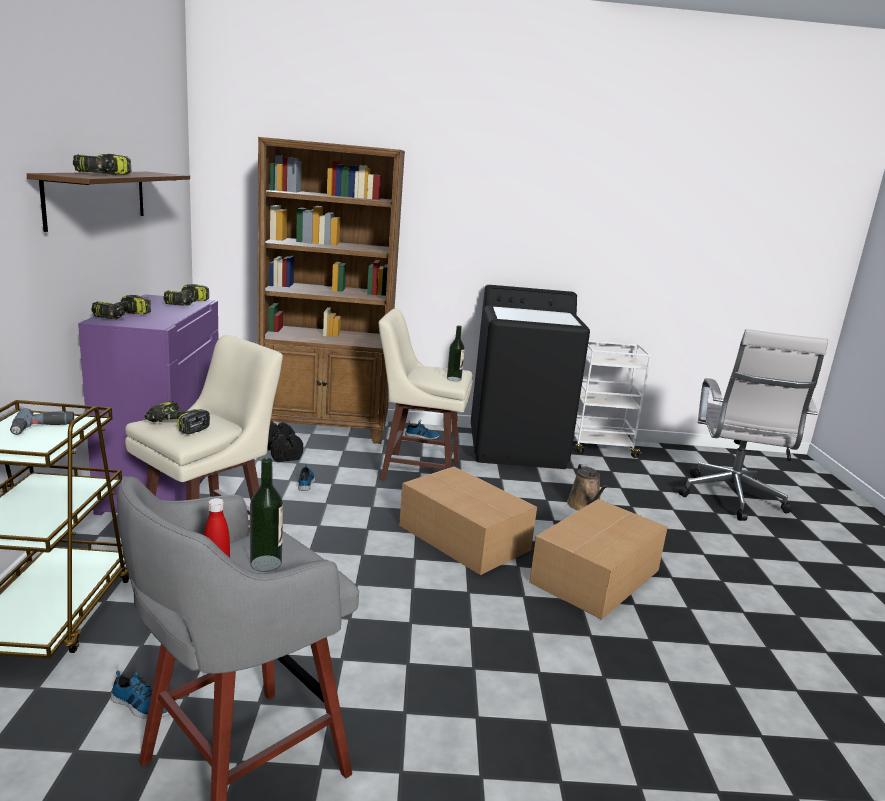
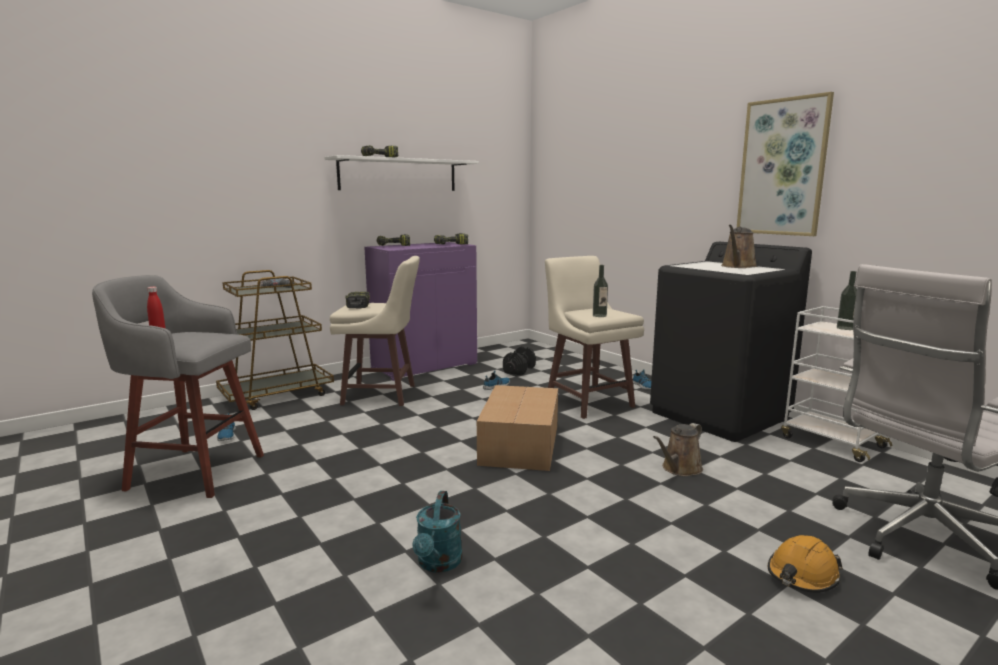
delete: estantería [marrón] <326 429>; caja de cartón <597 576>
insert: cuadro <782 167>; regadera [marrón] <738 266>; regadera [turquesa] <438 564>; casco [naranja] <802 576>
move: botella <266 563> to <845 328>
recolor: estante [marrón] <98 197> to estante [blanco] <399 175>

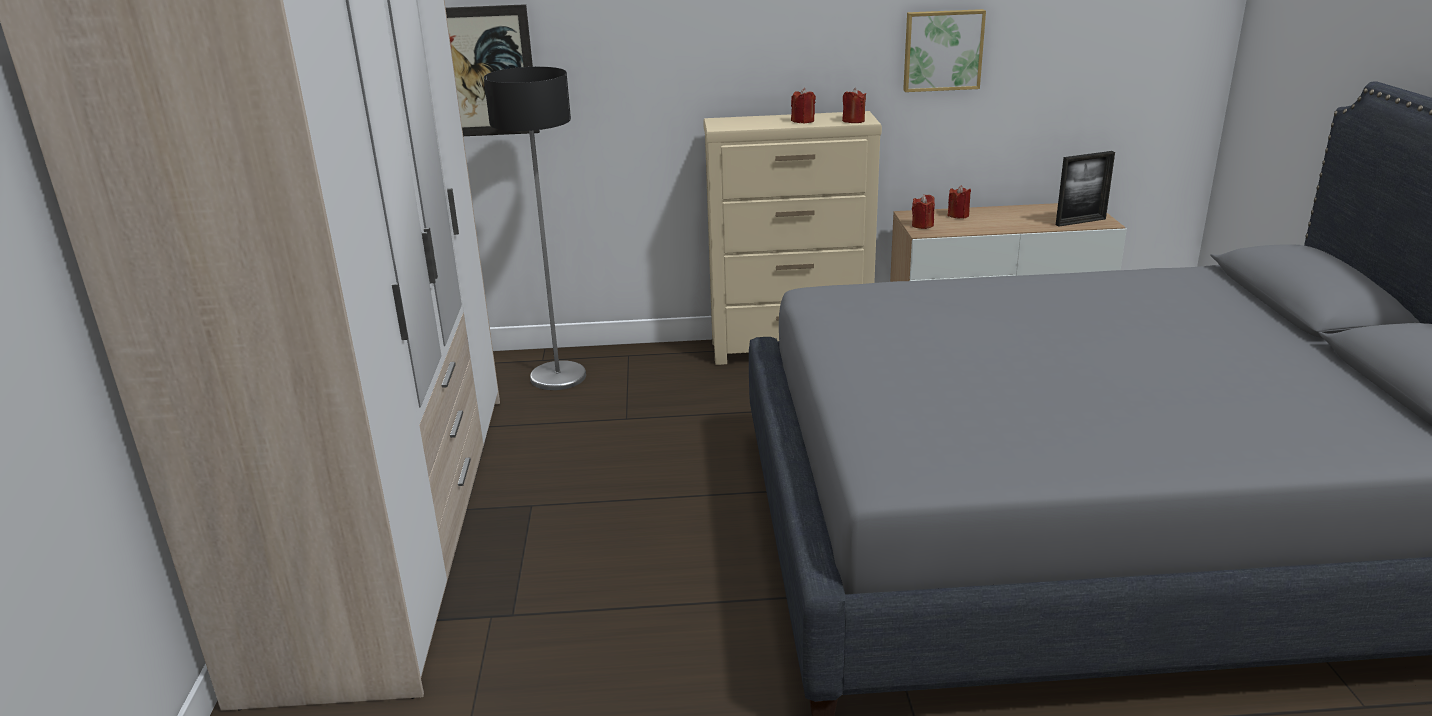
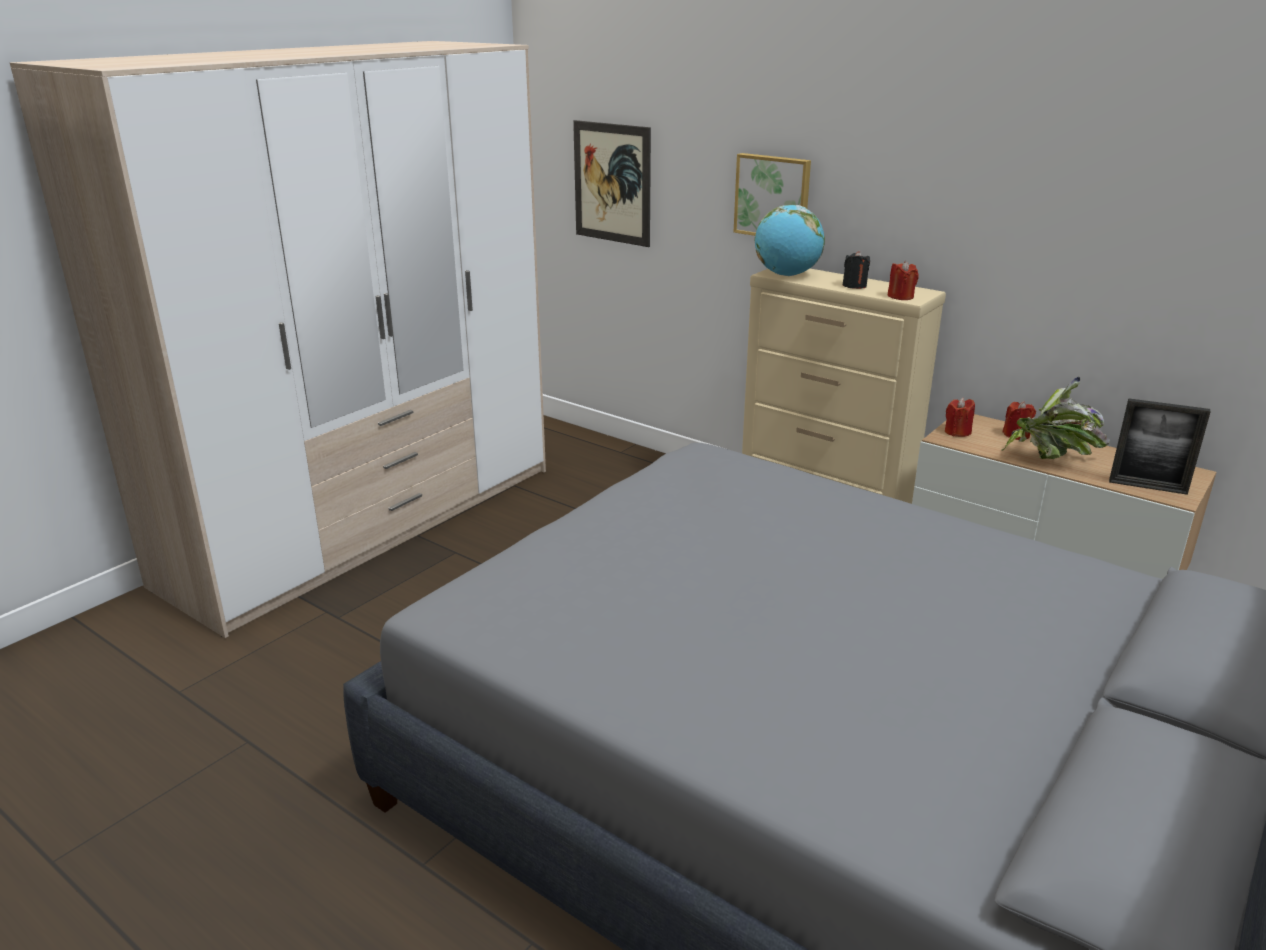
delete: lámpara de pie <557 377>
insert: globo terráqueo <787 275>; planta en maceta <1050 460>
move: cuadro <942 50> to <773 196>
recolor: vela [rojo] <803 121> to vela [negro] <854 286>

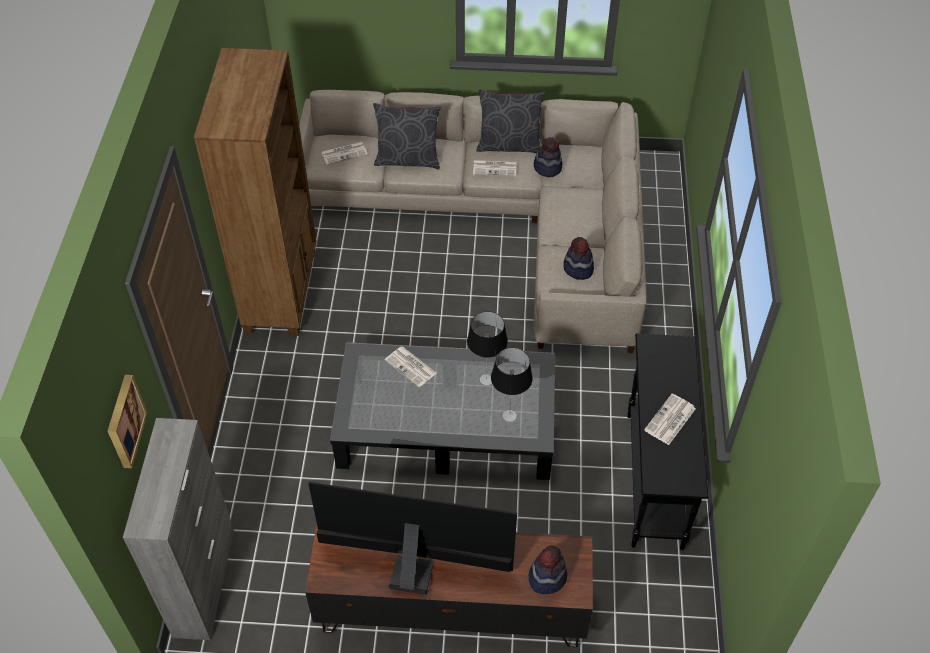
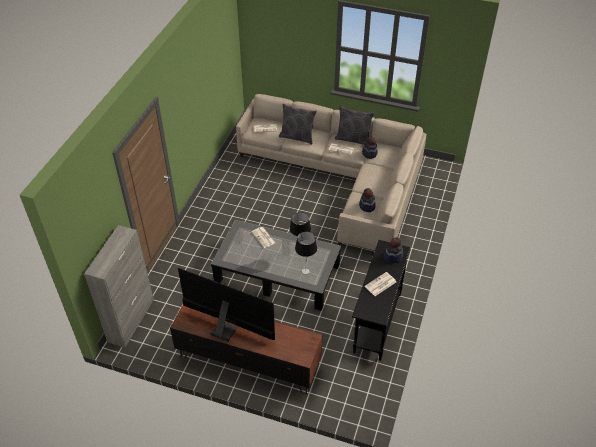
delete: estantería [marrón] <282 290>; cuadro <124 421>
move: sombrero <547 577> to <393 256>

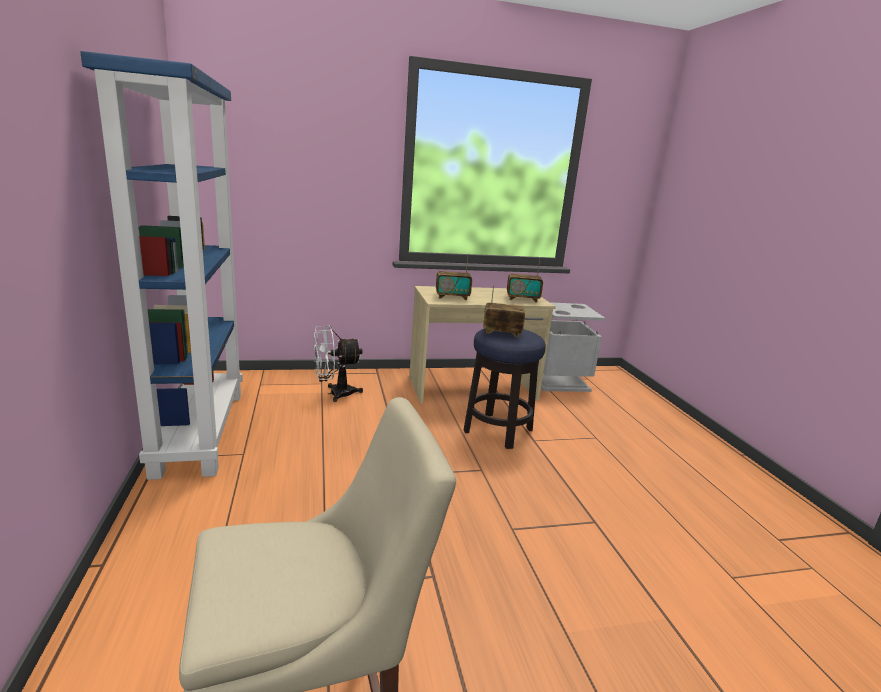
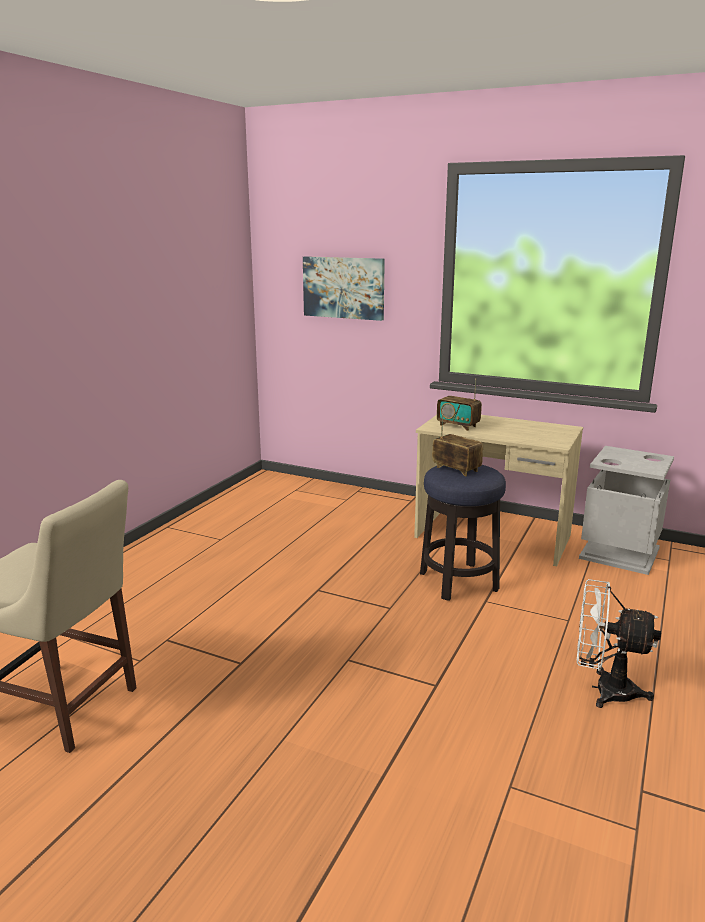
delete: estantería [azul] <199 430>; radio <522 299>
insert: cuadro <343 287>
move: ventilador [blanco] <335 393> to <604 689>

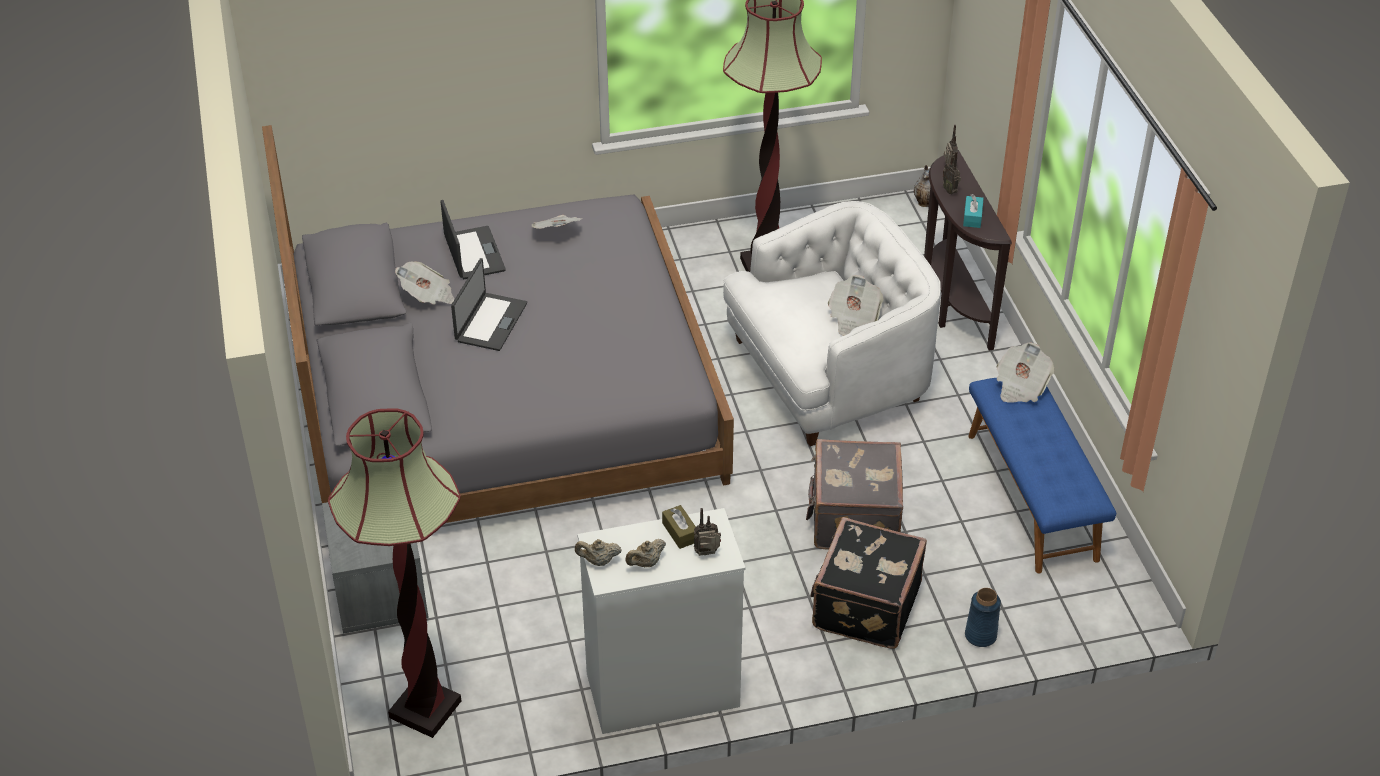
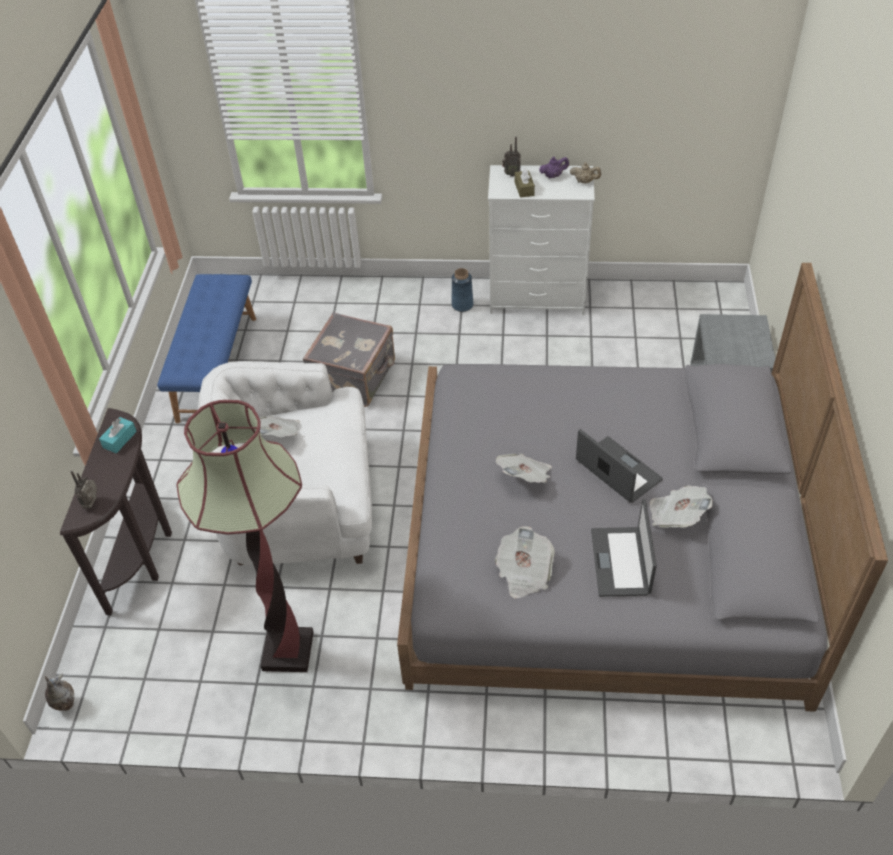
delete: radio <950 191>; lámpara de pie <425 709>; maleta [negro] <864 606>
move: periódico <1020 386> to <525 477>; florero [azul] <980 636> to <462 305>
recolor: tetera [beis] <646 563> to tetera [morado] <553 176>
rotate: portátil <490 322> = <617 471> 105 degrees clockwise

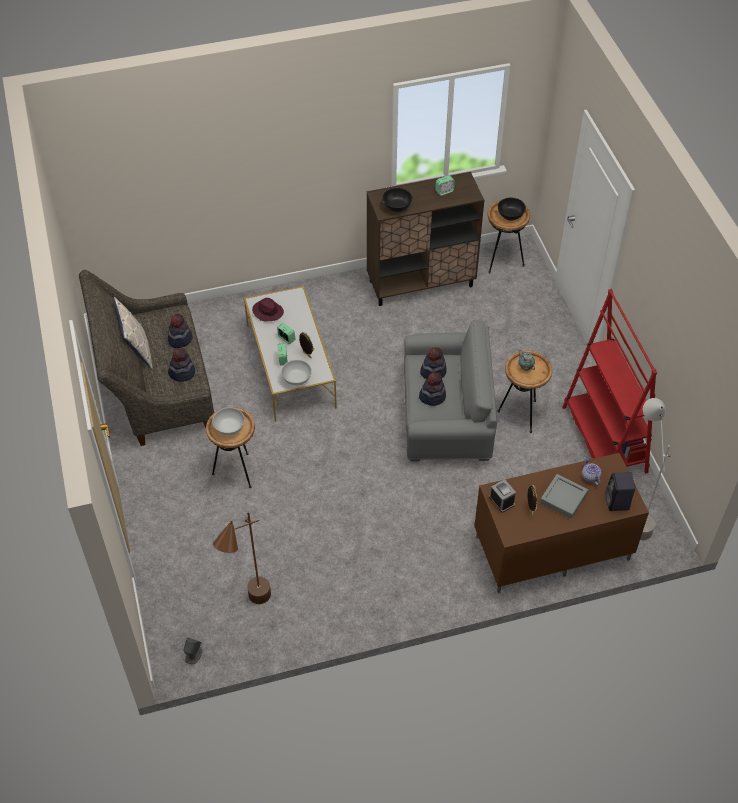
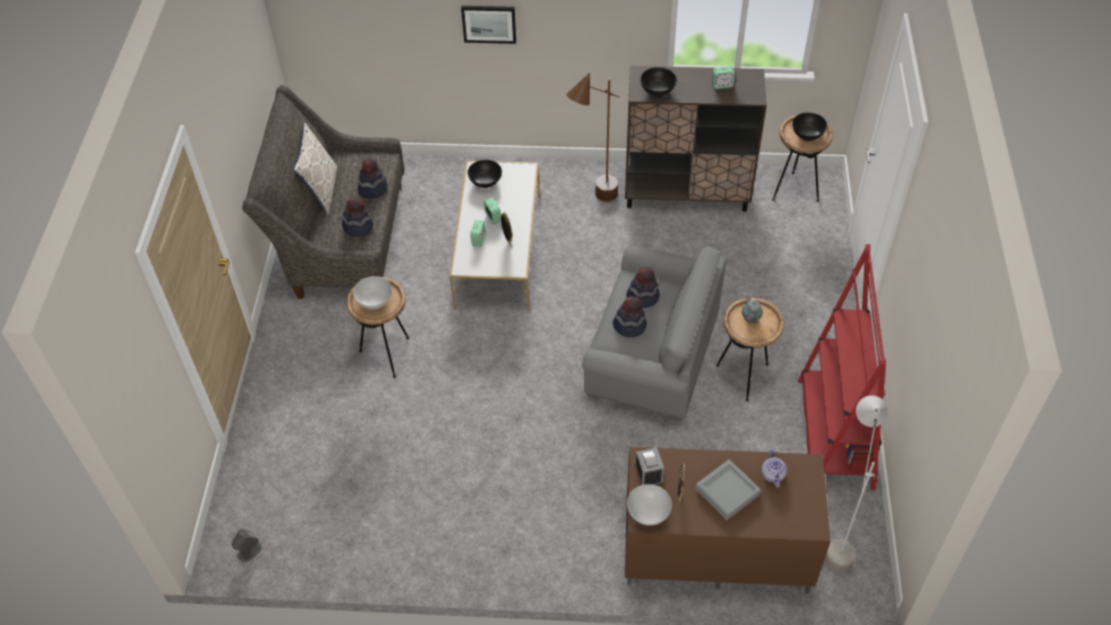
delete: altavoz [negro] <617 502>
insert: cuadro <489 23>
move: cuenco [blanco] <297 379> to <648 513>; lámpara de pie [marrón] <250 609> to <593 203>
replace: sombrero [morado] <267 312> to cuenco [negro] <485 182>

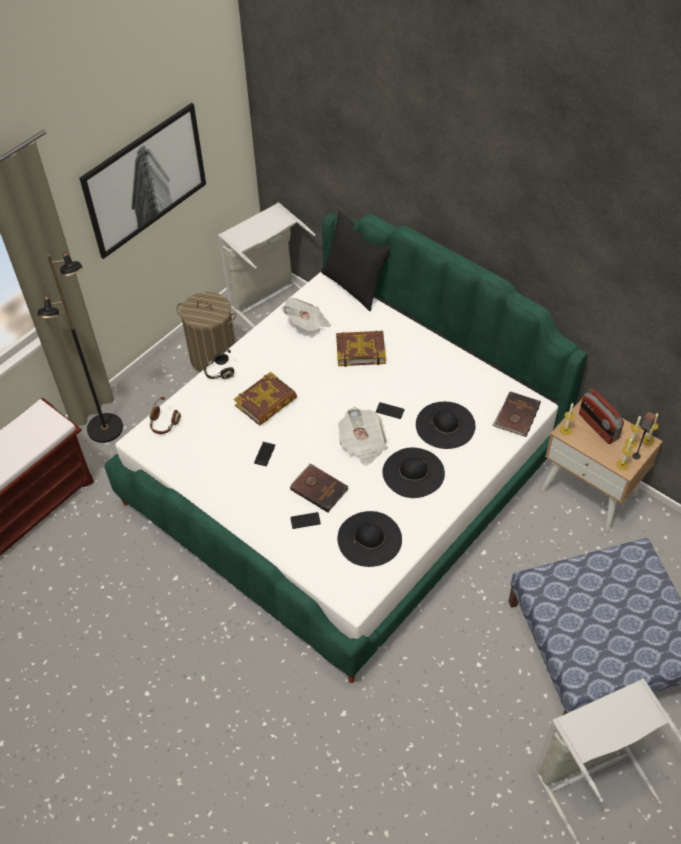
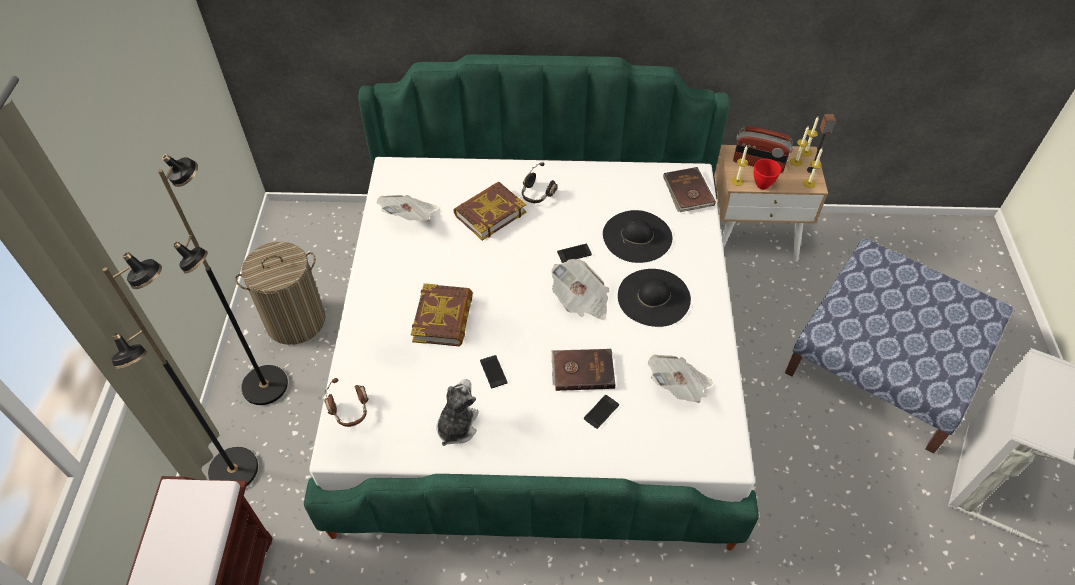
delete: cuadro <145 180>; cesto de la ropa [gris] <268 300>; cojín [negro] <355 285>
insert: lámpara de pie [negro] <266 385>; cuenco [rojo] <762 186>; peluche <457 426>
move: auriculares [negro] <219 372> to <537 194>
replace: sombrero [negro] <369 538> to periódico <679 387>

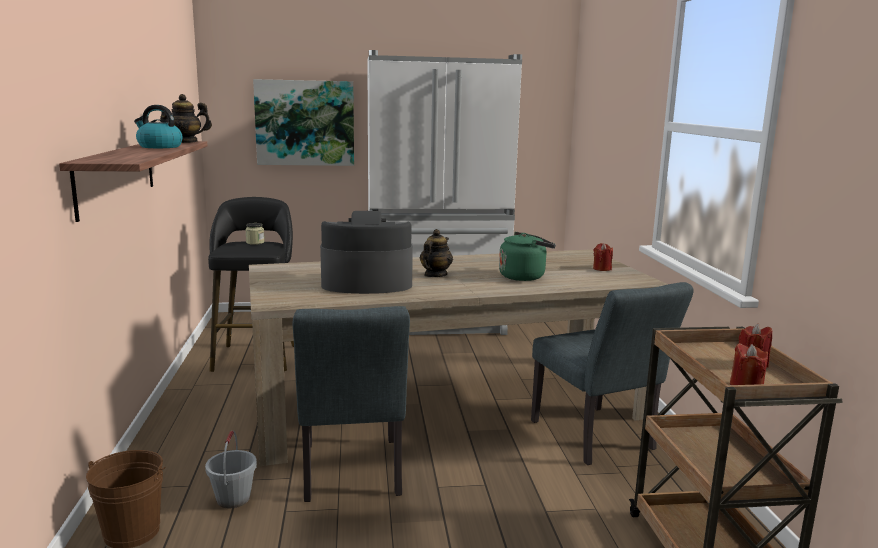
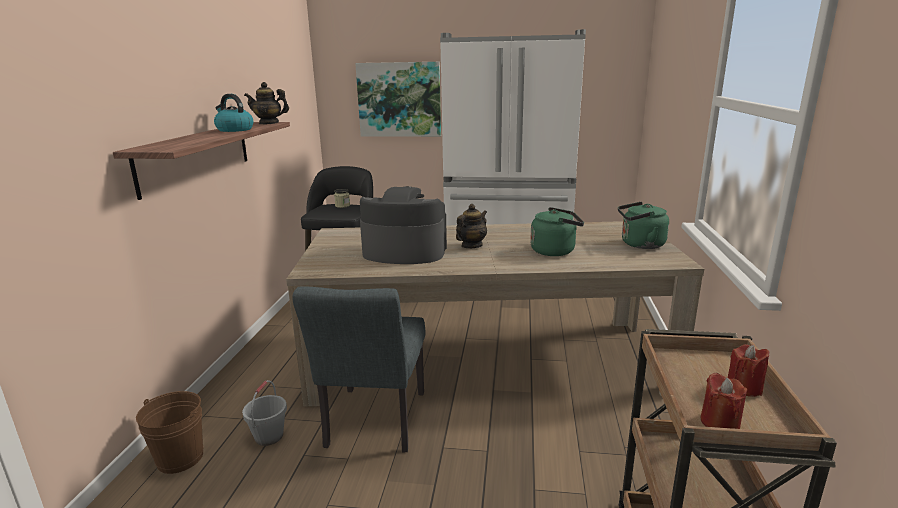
delete: silla [gris] <598 439>
replace: vela [rojo] <602 269> to hervidor [verde] <640 244>

